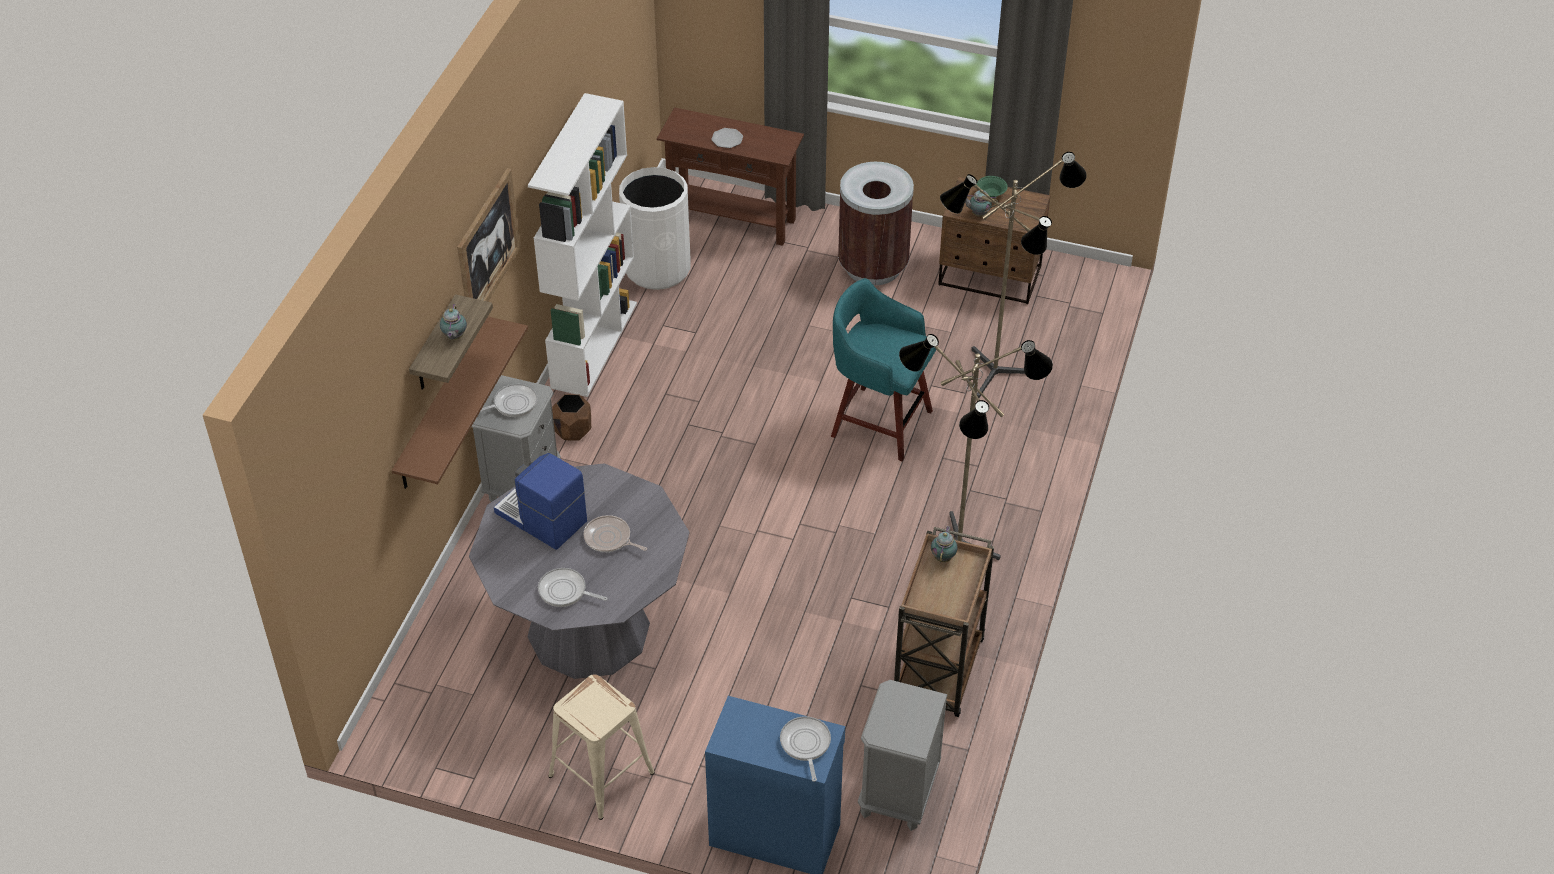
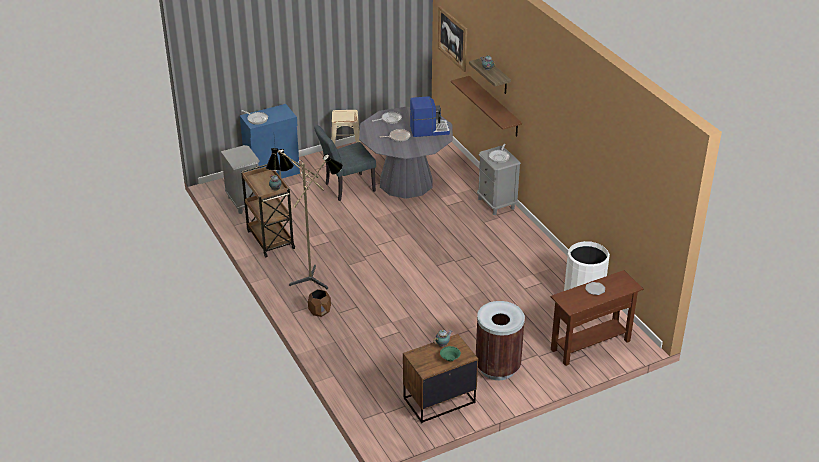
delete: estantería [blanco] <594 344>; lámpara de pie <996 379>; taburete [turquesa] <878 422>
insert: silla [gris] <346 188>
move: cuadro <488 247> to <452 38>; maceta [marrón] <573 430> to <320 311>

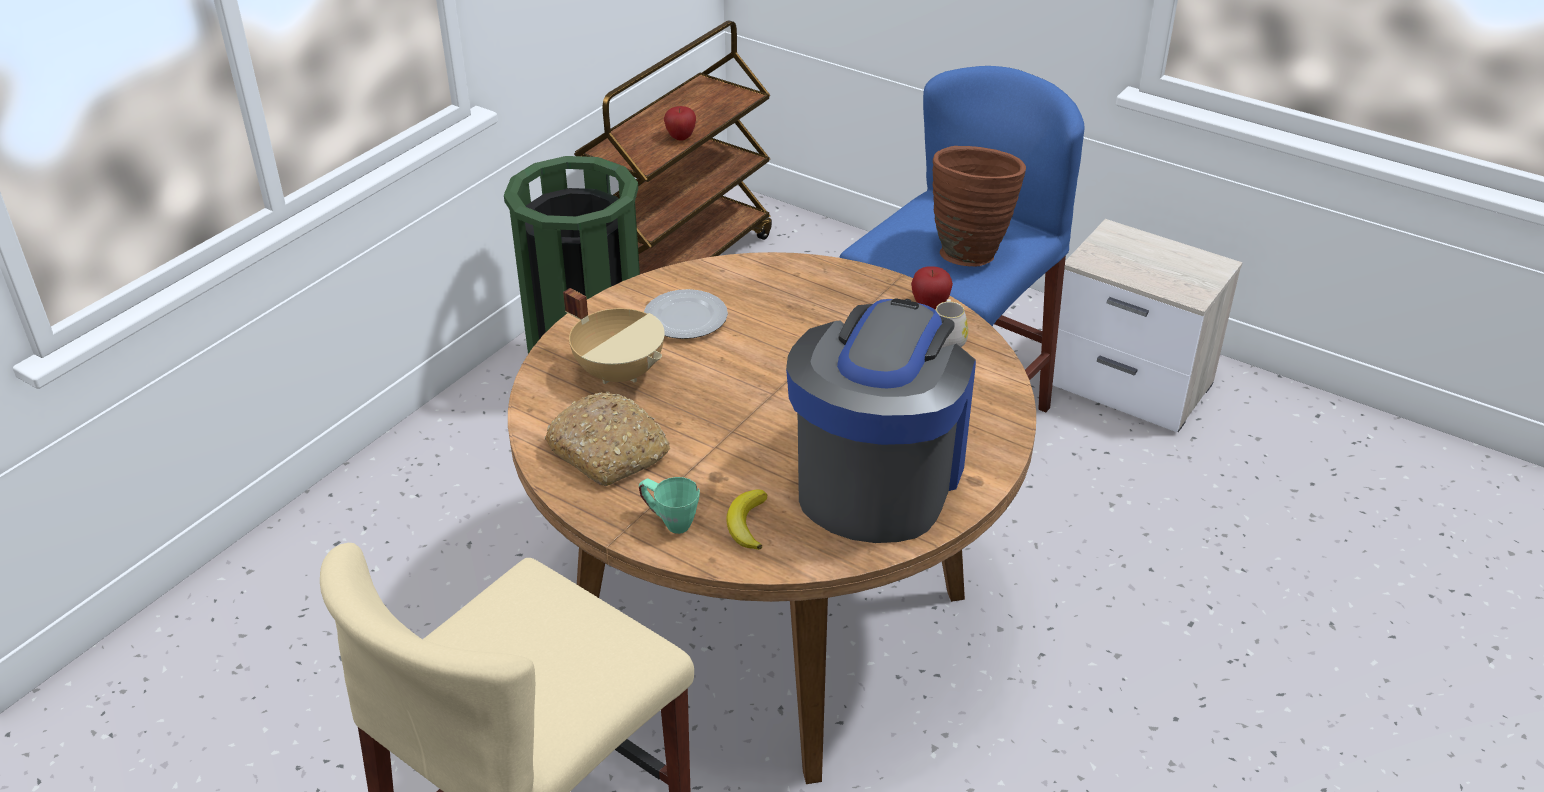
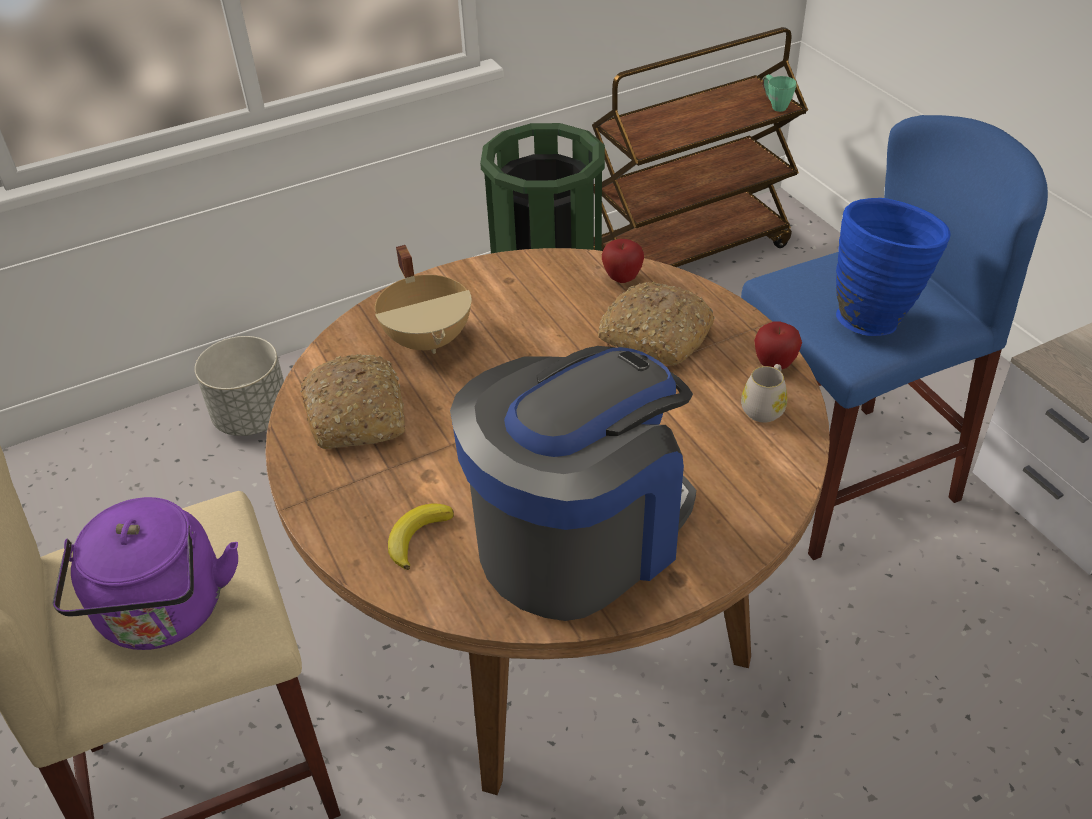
delete: plato <685 318>
insert: pan <654 336>; maceta [gris] <252 416>; hervidor [morado] <164 615>
move: manzana <680 137> to <622 278>; taza grande [verde] <669 522> to <775 105>
recolor: florero [marrón] <969 251> to florero [azul] <874 317>

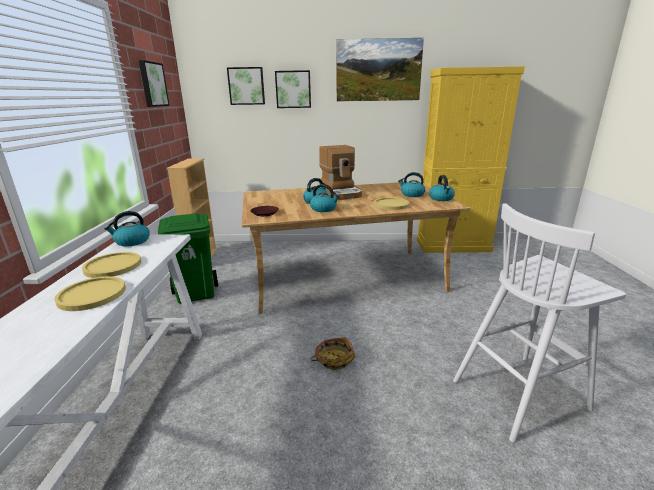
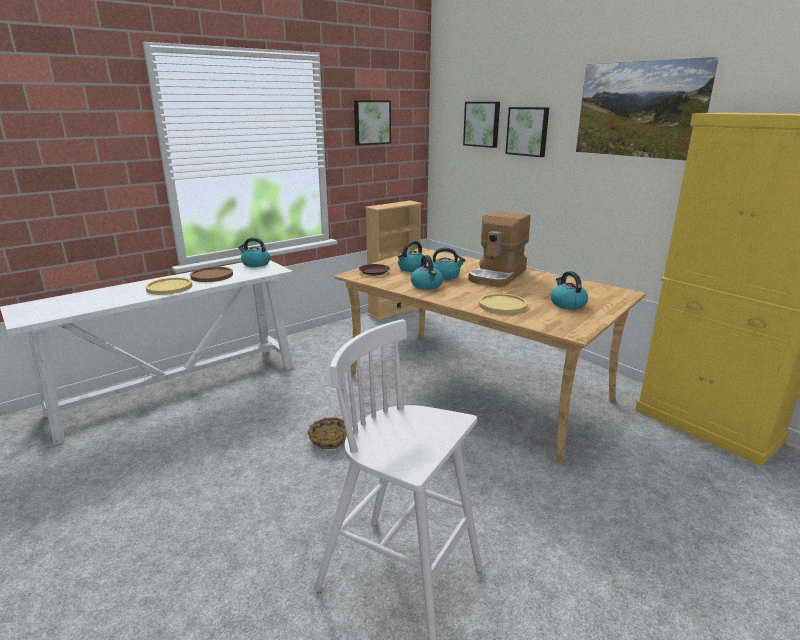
delete: papelera [verde] <196 294>
move: hervidor <441 198> to <412 268>
recolor: plato [amarillo] <113 266> to plato [marrón] <212 275>

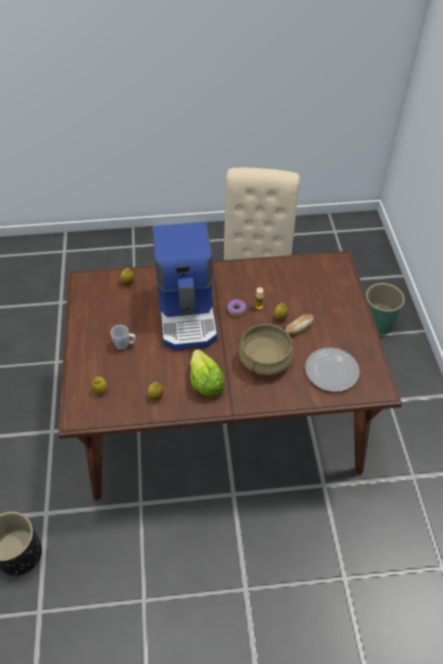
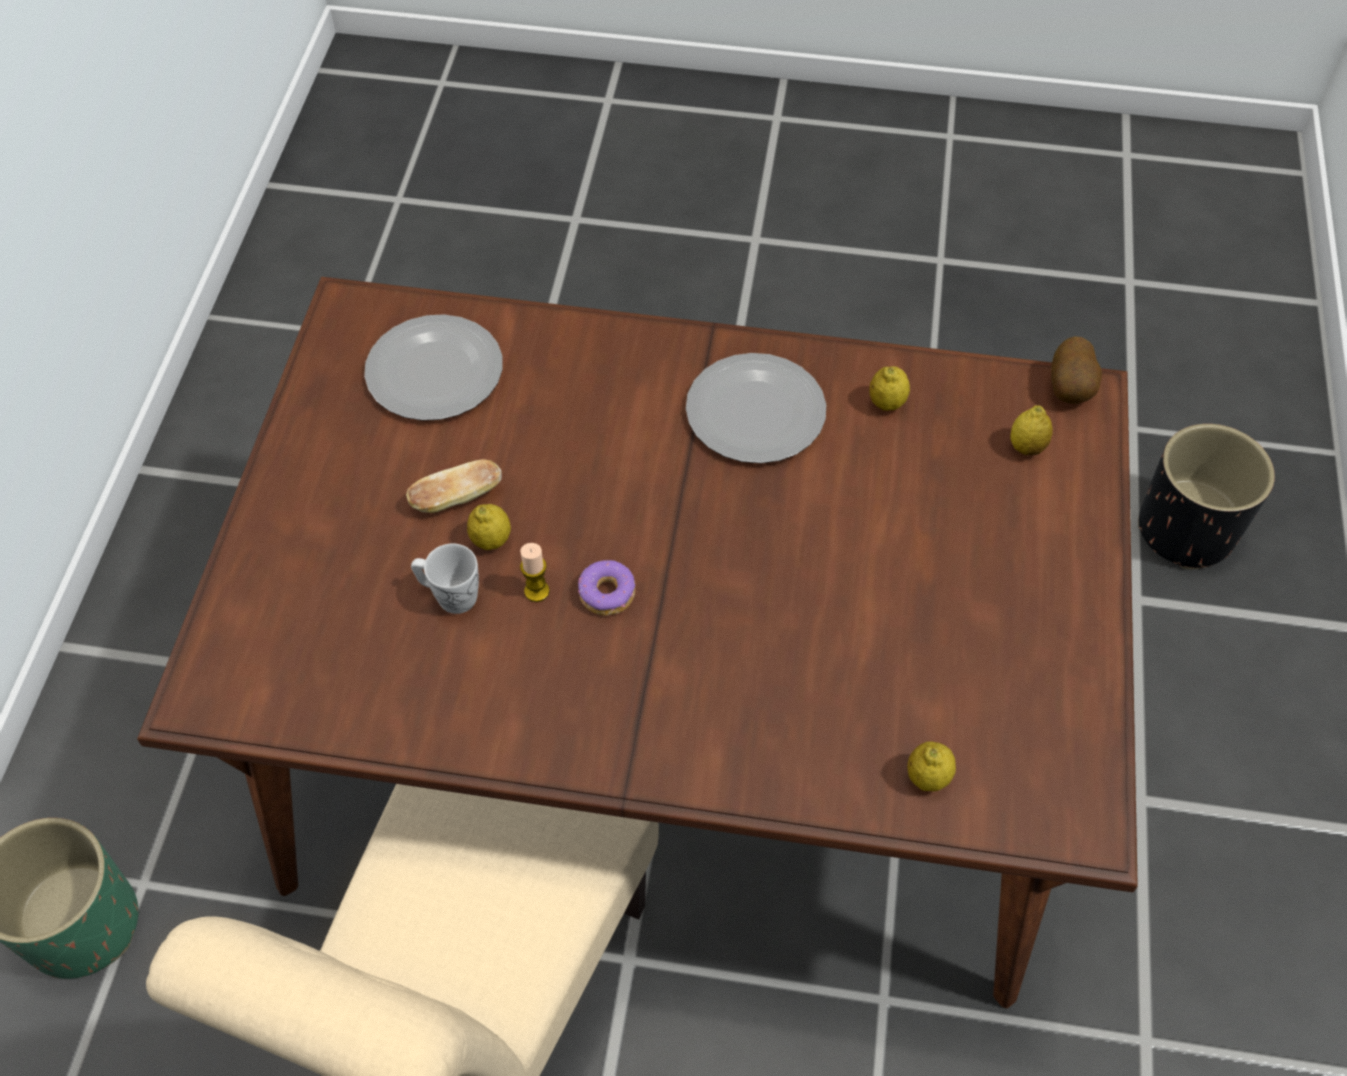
delete: cafetera <188 312>; olla [beis] <265 360>
insert: patata <1070 389>
move: taza grande [blanco] <125 344> to <449 595>
replace: lechuga <205 382> to plato <757 411>

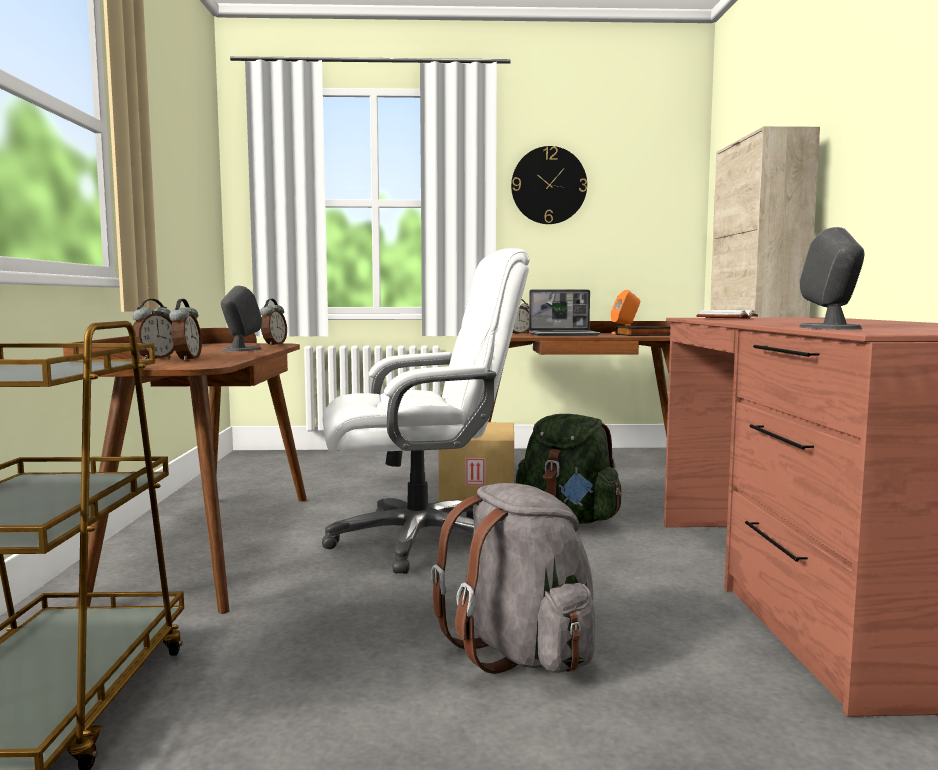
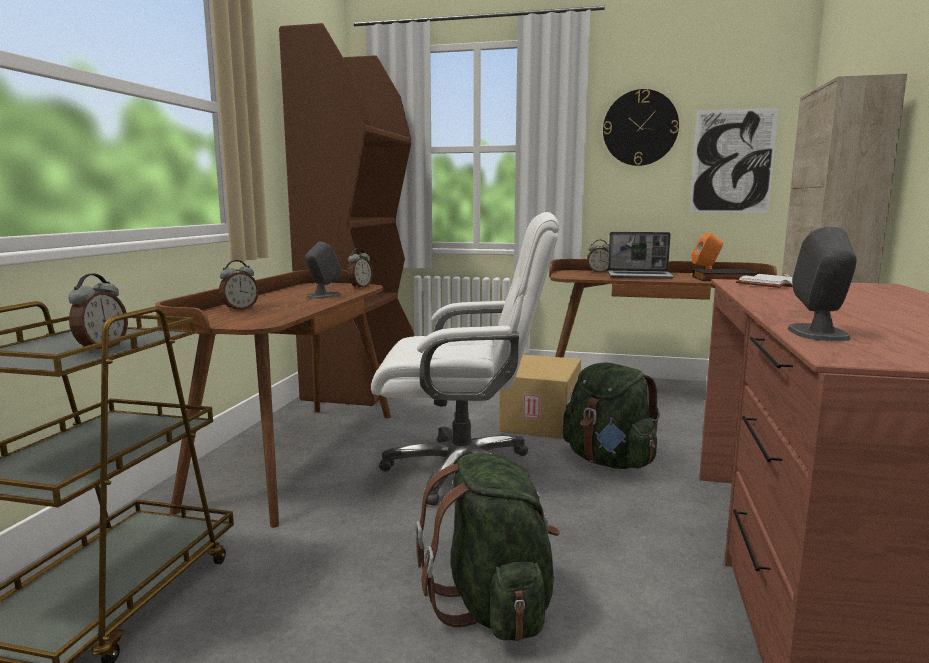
insert: estantería [marrón] <361 384>; cuadro <732 161>
move: despertador <186 359> to <101 348>
recolor: mochila [gris] <521 651> to mochila [verde] <493 605>

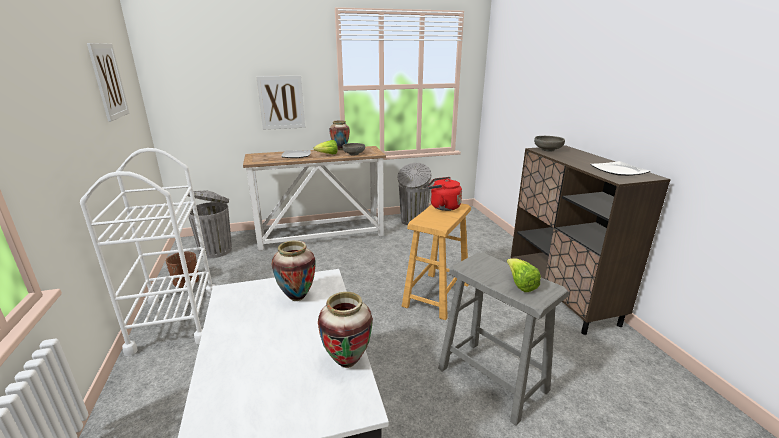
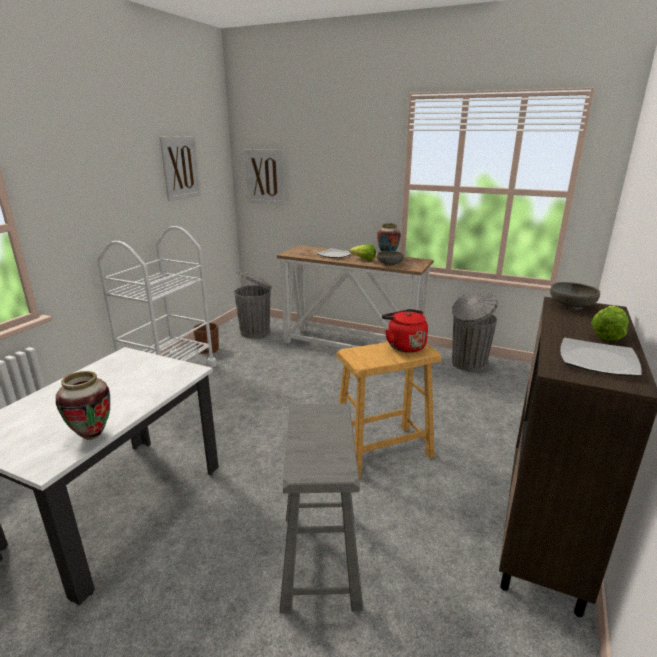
delete: florero <297 297>
move: cuadro <281 102> to <265 177>; lechuga <520 284> to <606 334>

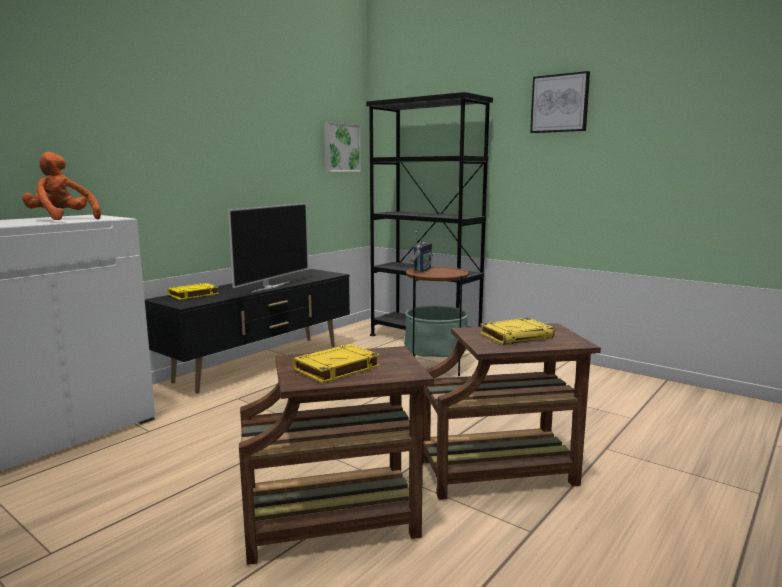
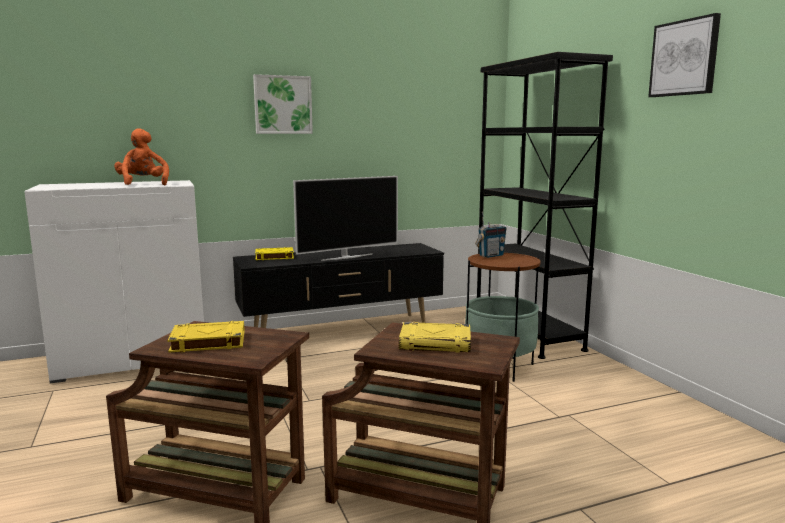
move: cuadro <341 148> to <282 105>

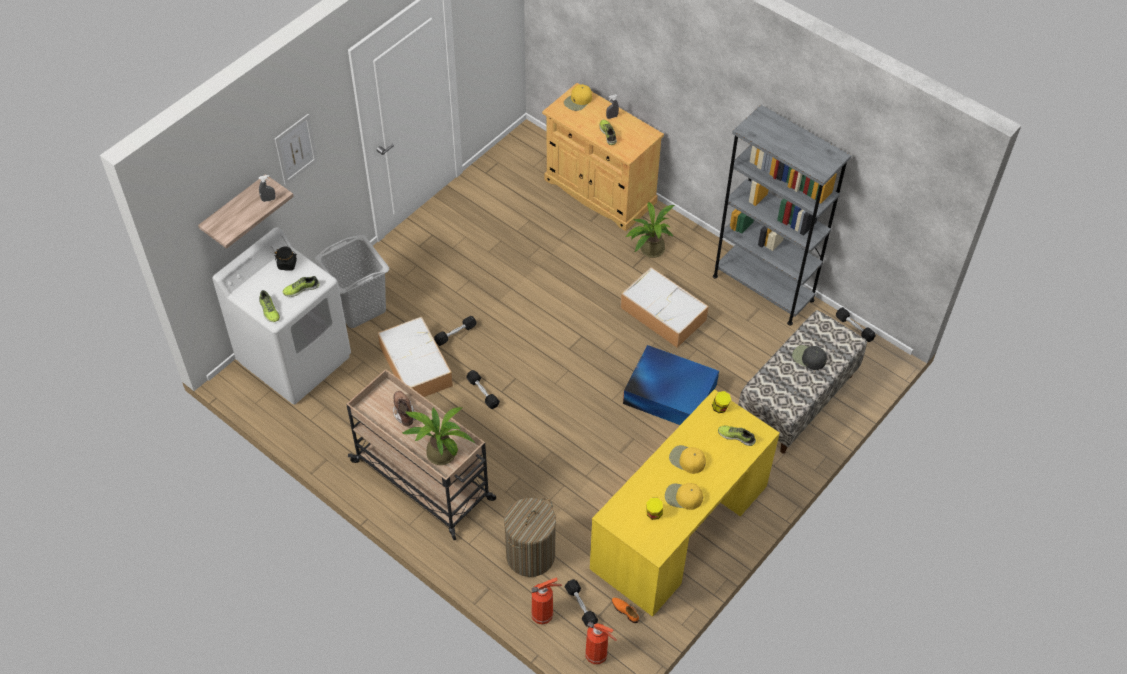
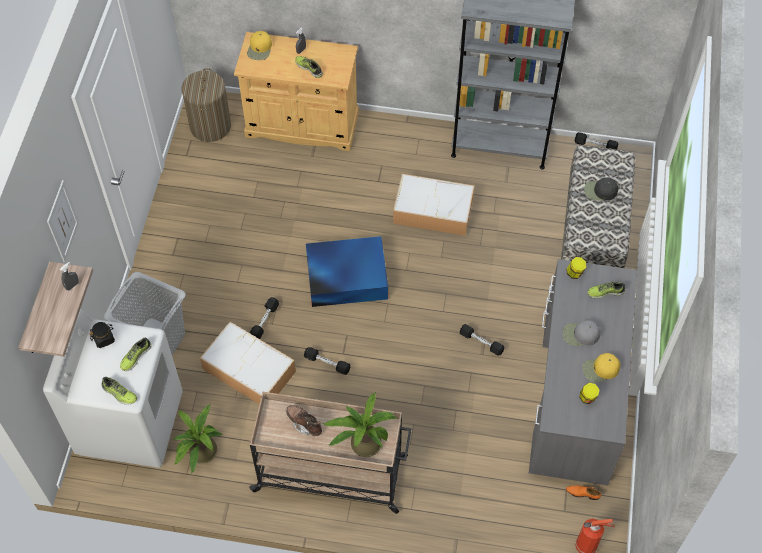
delete: extintor <543 615>
move: planta en maceta <649 250> to <200 453>; caja de almacenaje [azul] <669 393> to <345 277>; cesto de la ropa <530 555> to <210 126>; mancuerna [negro] <581 606> to <481 342>
recolor: escritorio [amarillo] <678 526> to escritorio [gris] <575 394>; gorra [amarillo] <687 460> to gorra [gris] <580 334>

